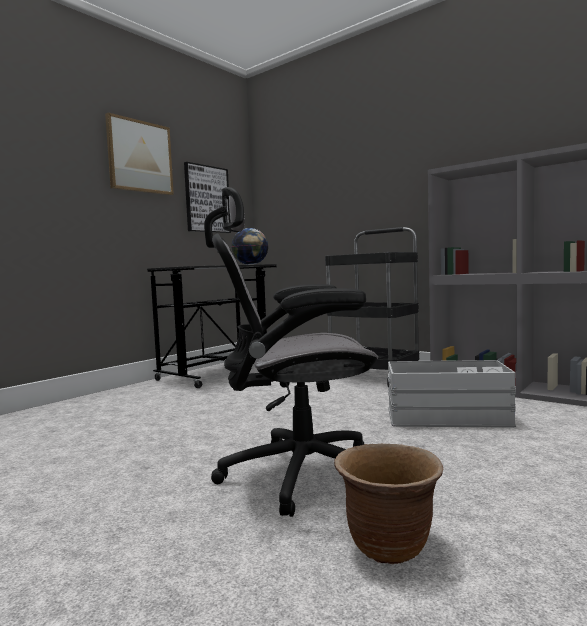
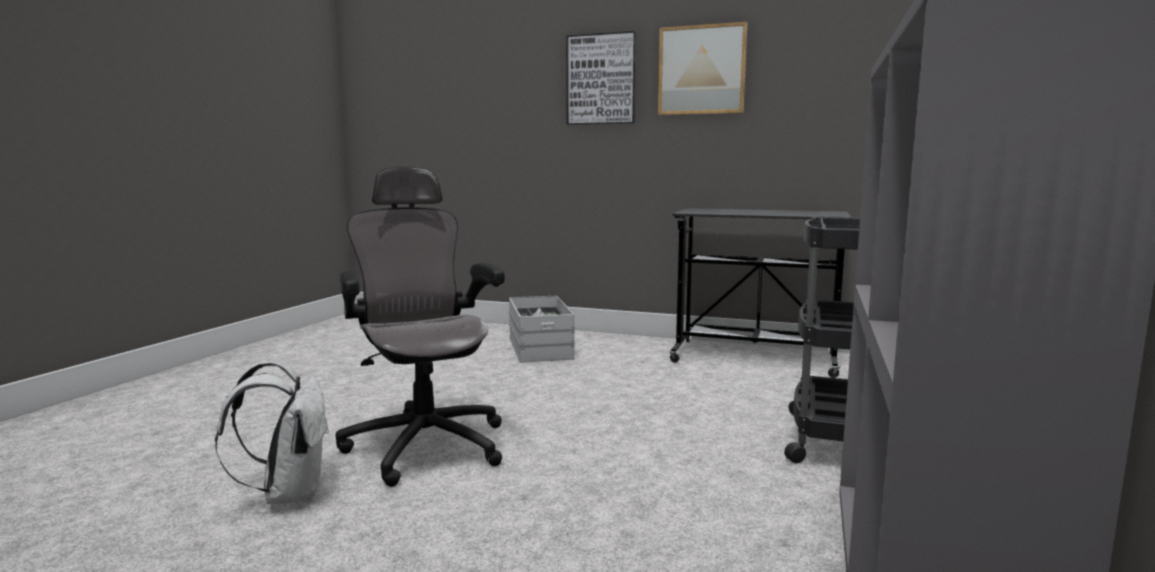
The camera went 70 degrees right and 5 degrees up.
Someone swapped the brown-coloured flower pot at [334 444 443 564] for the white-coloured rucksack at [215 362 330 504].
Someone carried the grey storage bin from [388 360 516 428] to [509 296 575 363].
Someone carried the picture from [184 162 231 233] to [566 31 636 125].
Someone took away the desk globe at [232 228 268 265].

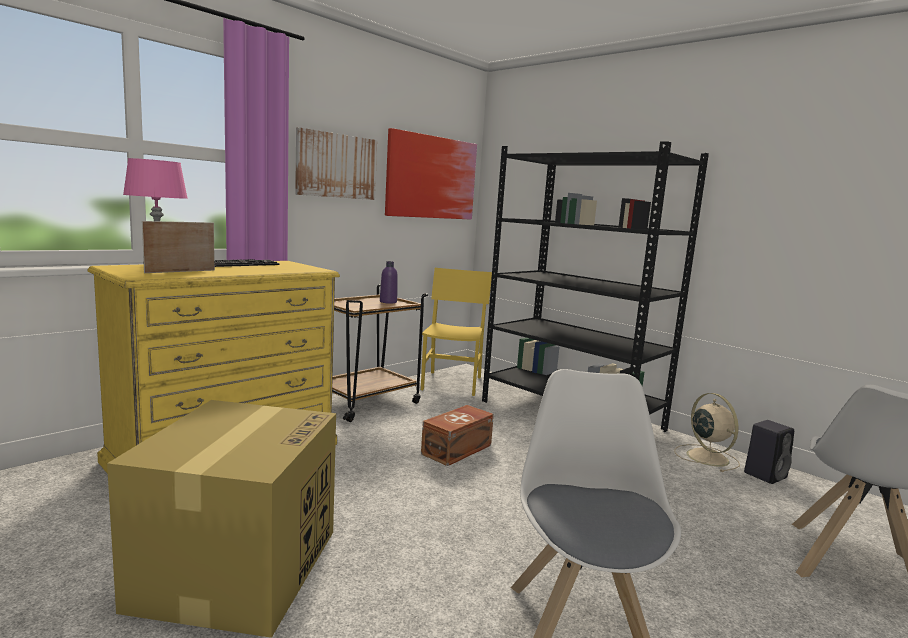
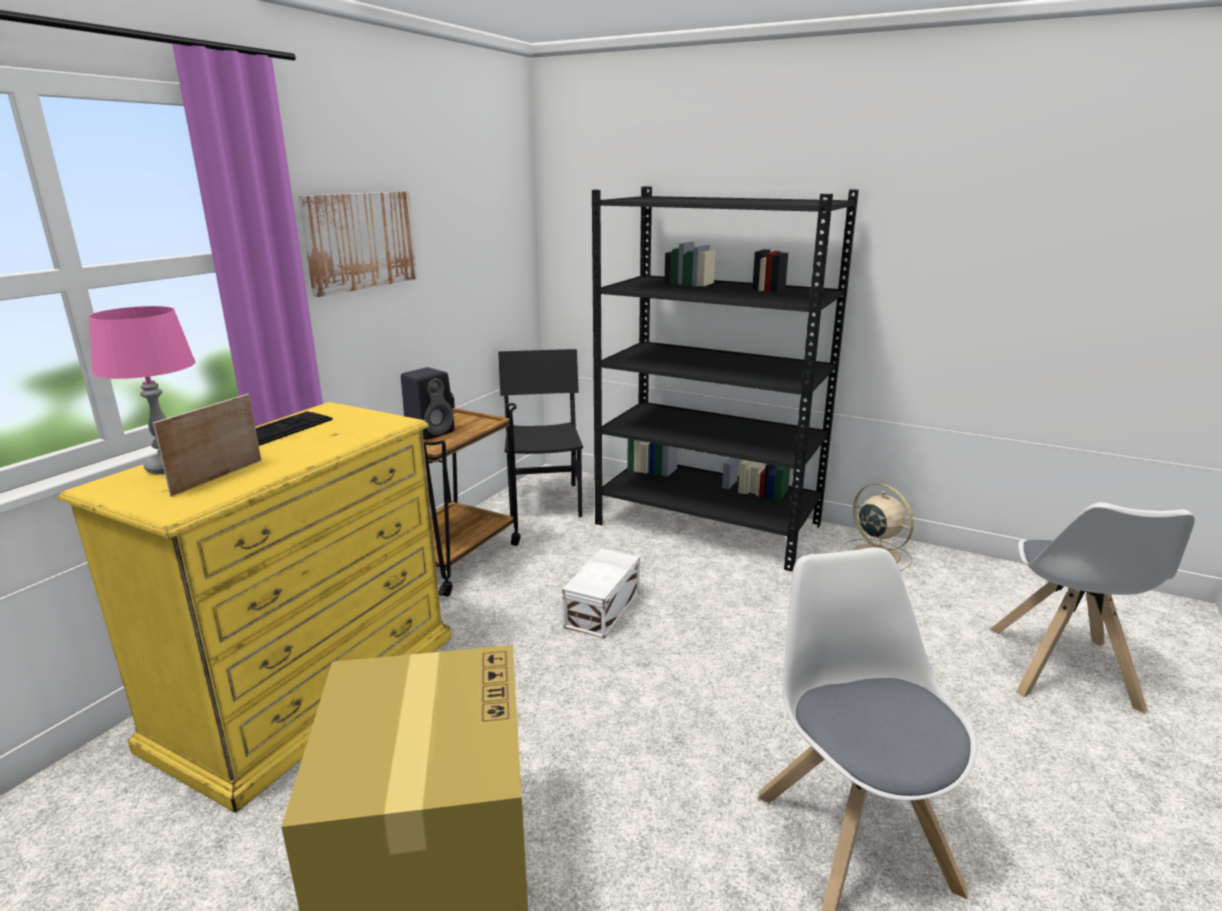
The camera went 15 degrees left and 10 degrees up.
Someone carried the black speaker from [744 420 794 484] to [401 367 455 440].
Someone repainted the yellow-coloured upright chair at [421 268 492 396], which became the black upright chair at [498 349 583 517].
Someone repainted the brown-coloured storage bin at [421 405 494 466], which became the white-coloured storage bin at [563 548 640 639].
Someone took away the purplish drink bottle at [380 261 398 304].
Someone took away the picture at [385 128 477 220].

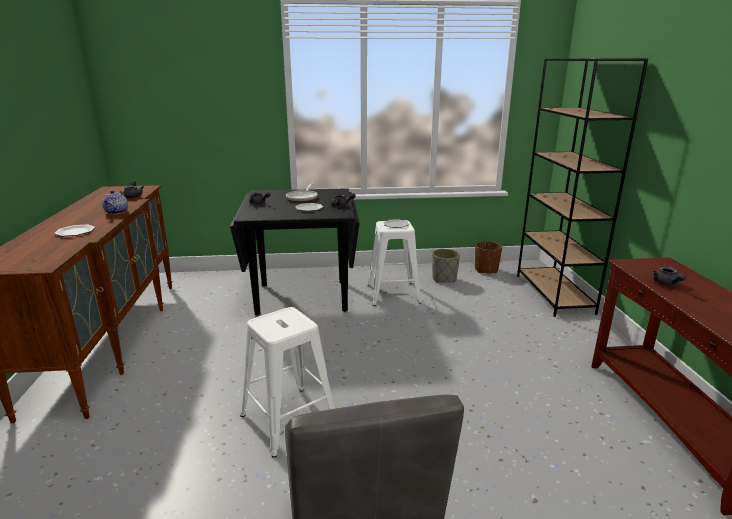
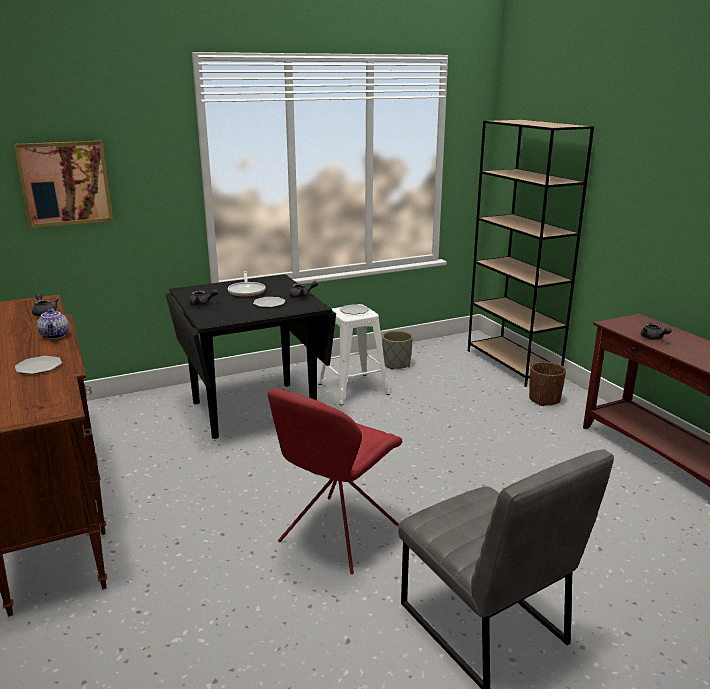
The camera went 20 degrees left and 0 degrees up.
Someone put up the picture at [14 141 113 228].
Someone swapped the white-coloured sitting stool at [240 307 335 458] for the red-coloured upright chair at [268 389 402 574].
Someone carried the brown-coloured flower pot from [475 241 502 273] to [529 362 566 406].

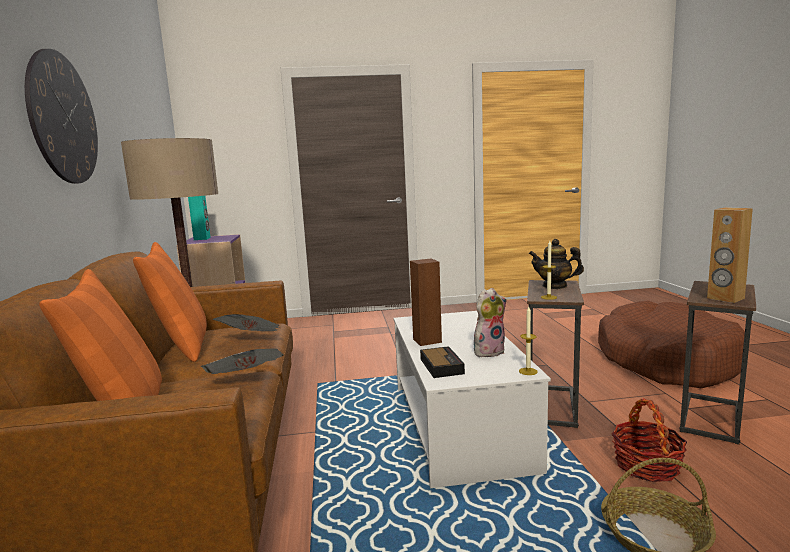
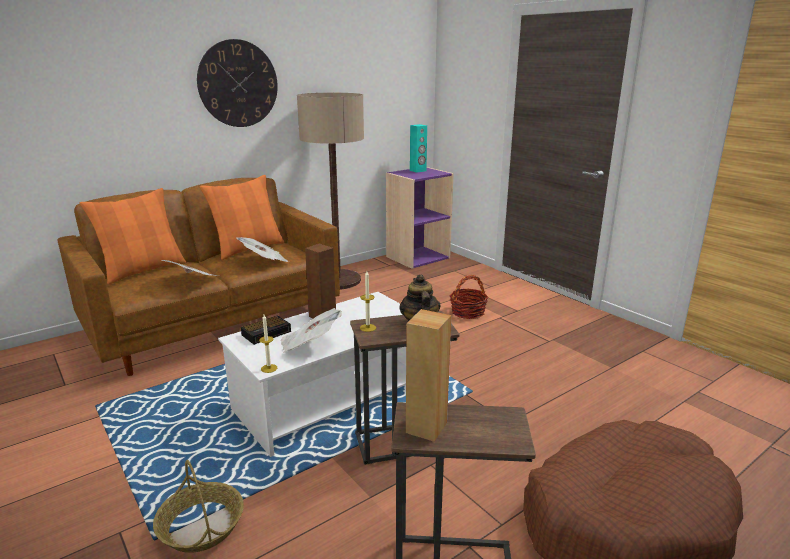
The camera went 60 degrees right and 10 degrees up.
Someone swapped the soft toy at [474 288 507 357] for the newspaper at [281 308 342 353].
Someone carried the basket from [612 398 687 482] to [450 275 489 319].

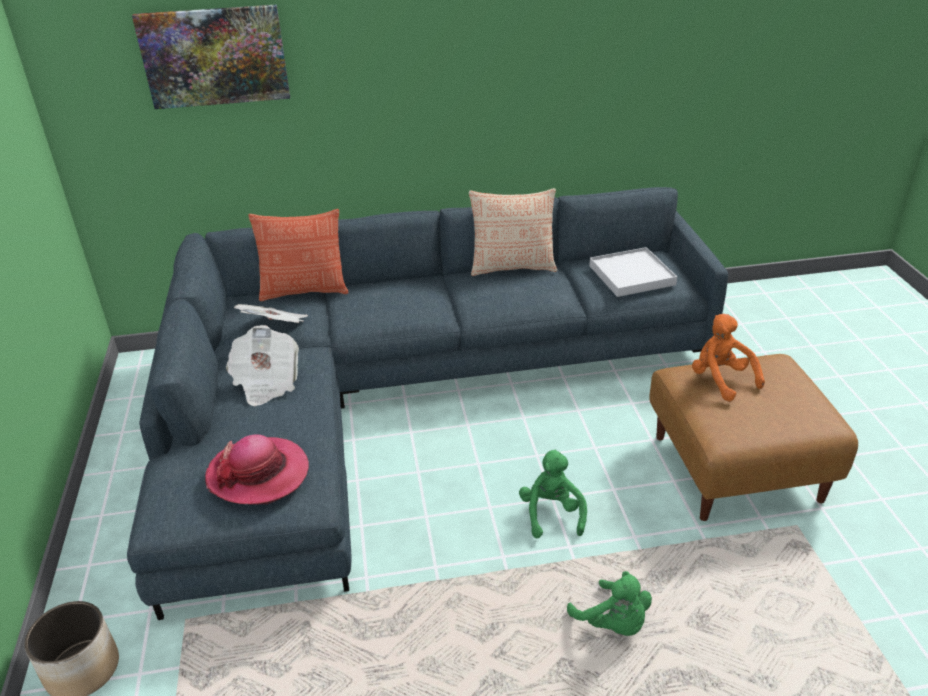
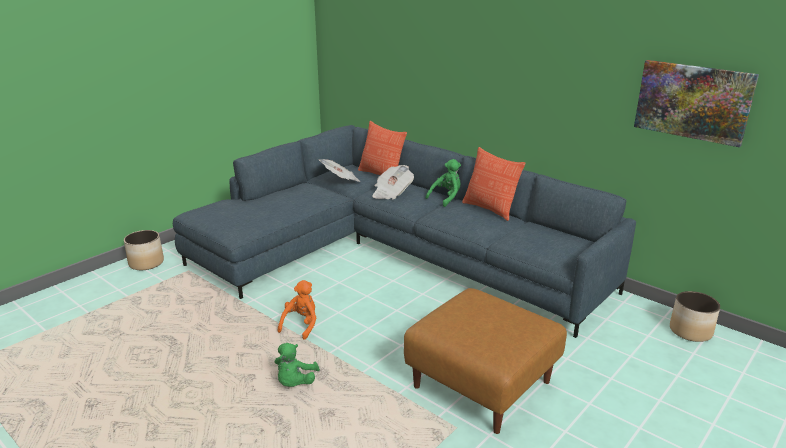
The camera went 50 degrees right and 10 degrees down.
Someone carried the orangey soft toy from [692 314 765 402] to [278 280 316 340].
Someone carried the newspaper from [226 325 299 406] to [372 165 414 199].
Someone carried the green soft toy from [519 450 587 538] to [425 159 461 207].
Someone repainted the sand-coloured pillow at [469 188 557 276], which became the orangey pillow at [462 147 525 221].
Someone carried the picture from [132 4 290 109] to [634 60 759 147].
Someone put down the flower pot at [670 291 720 342].
Someone took away the hat at [205 434 309 504].
Someone took away the white-coloured serving tray at [589 247 677 297].

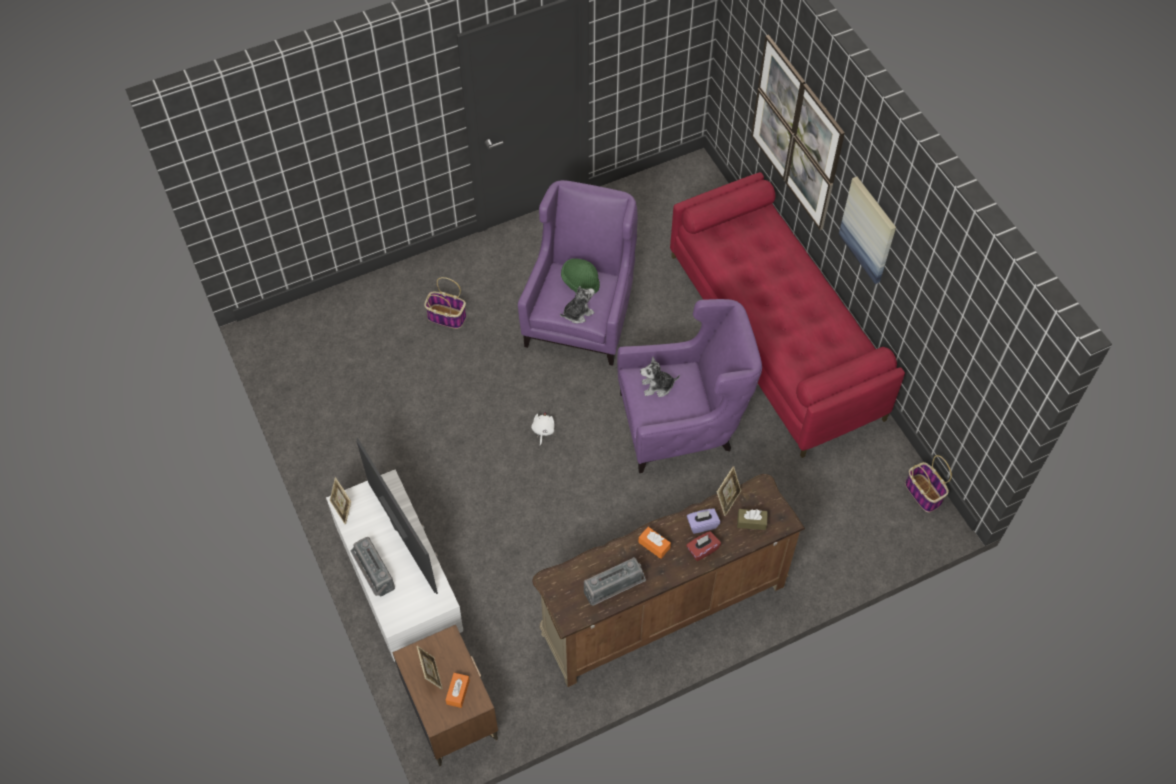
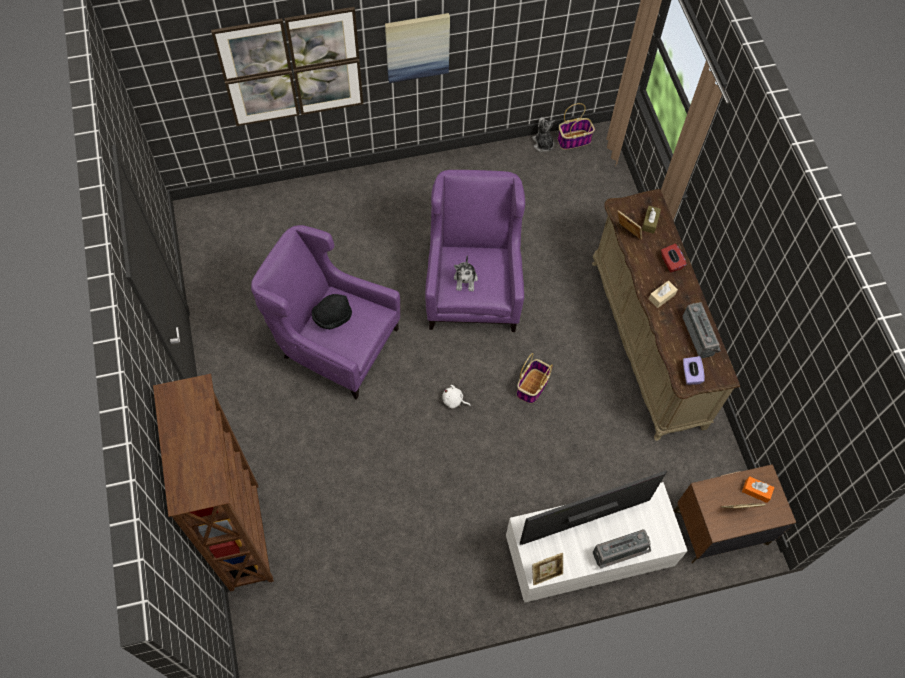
The camera went 80 degrees left and 5 degrees up.
Someone put down the brown-coloured bookshelf at [153 374 274 592].
Someone repainted the green hat at [561 259 600 294], which became the black hat at [312 294 352 329].
Someone carried the basket from [424 277 466 329] to [517 353 553 403].
Someone carried the soft toy from [560 286 595 324] to [532 117 555 152].
Someone repainted the orangey tissue box at [638 527 671 559], which became the sand-coloured tissue box at [649 280 678 308].
Someone carried the purplish tissue box from [687 509 720 534] to [683 356 705 385].
Someone took away the red-coloured sofa at [670 172 905 458].

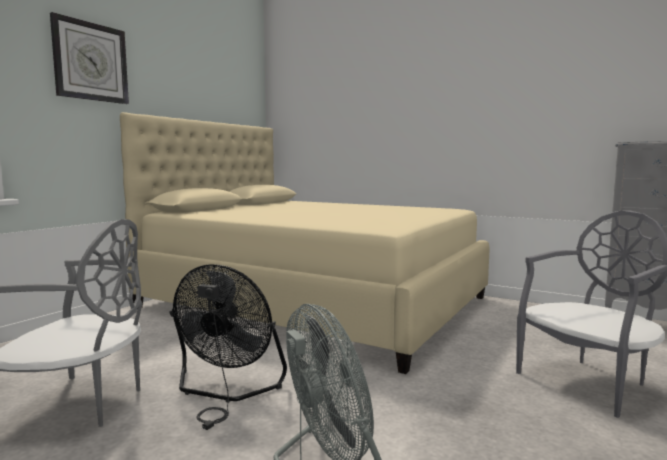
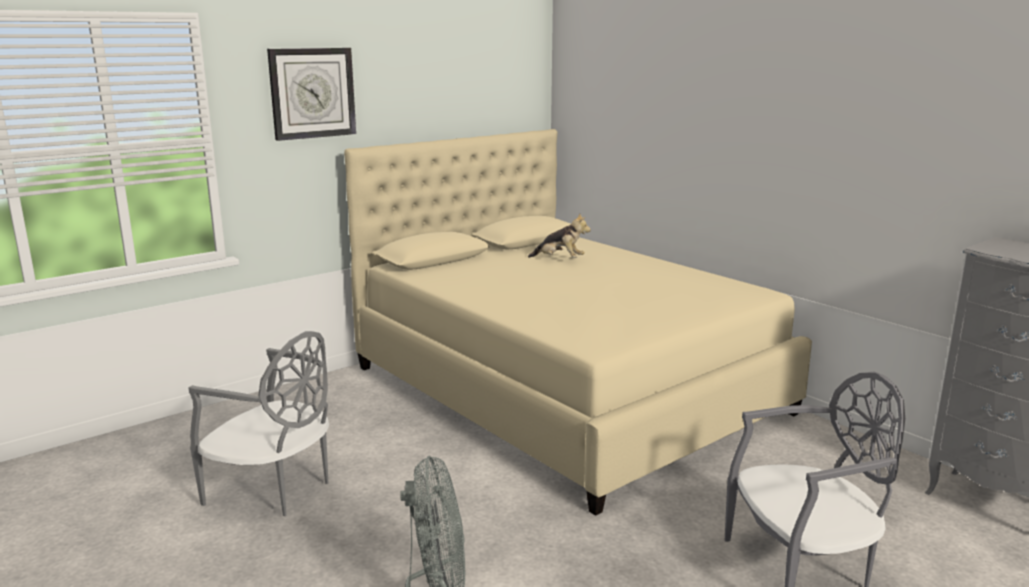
The camera went 20 degrees right and 10 degrees up.
Someone put down the soft toy at [528 213 591 258].
Someone took away the black cooling fan at [169 264 287 430].

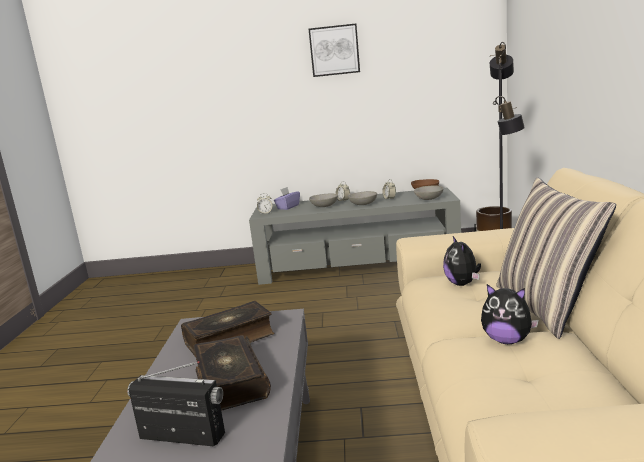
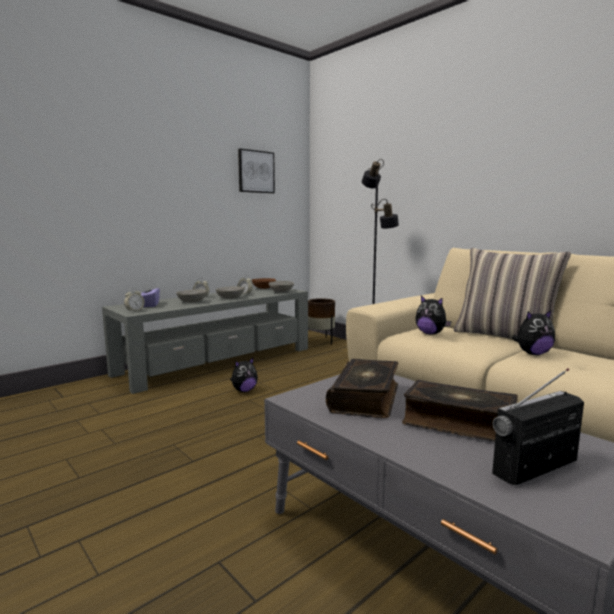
The camera went 45 degrees left and 5 degrees down.
Someone put down the soft toy at [230 358 258 392].
Someone carried the picture from [309 23 360 77] to [238 148 275 193].

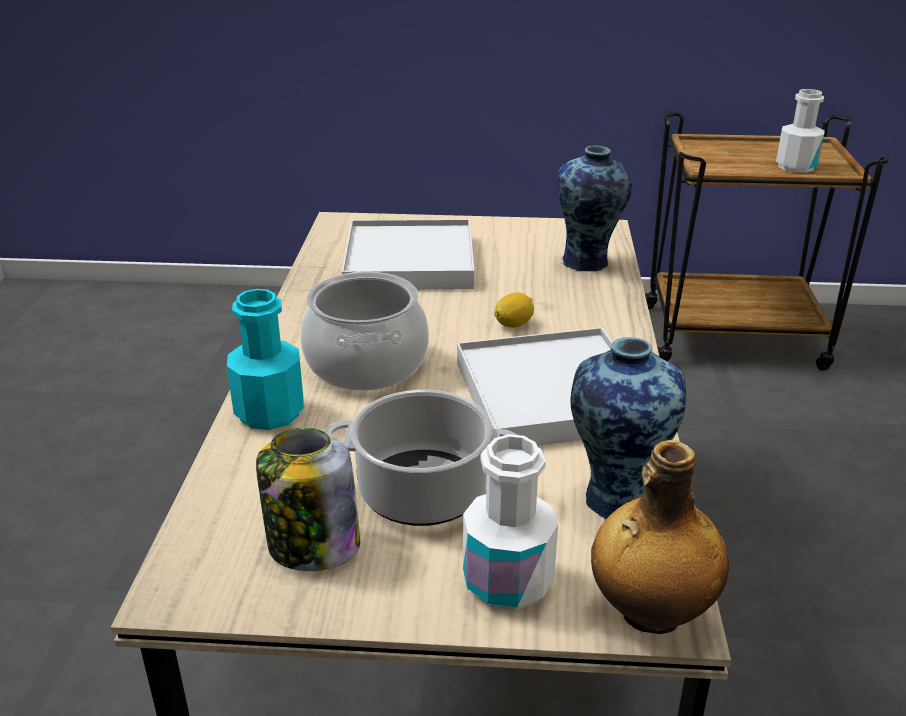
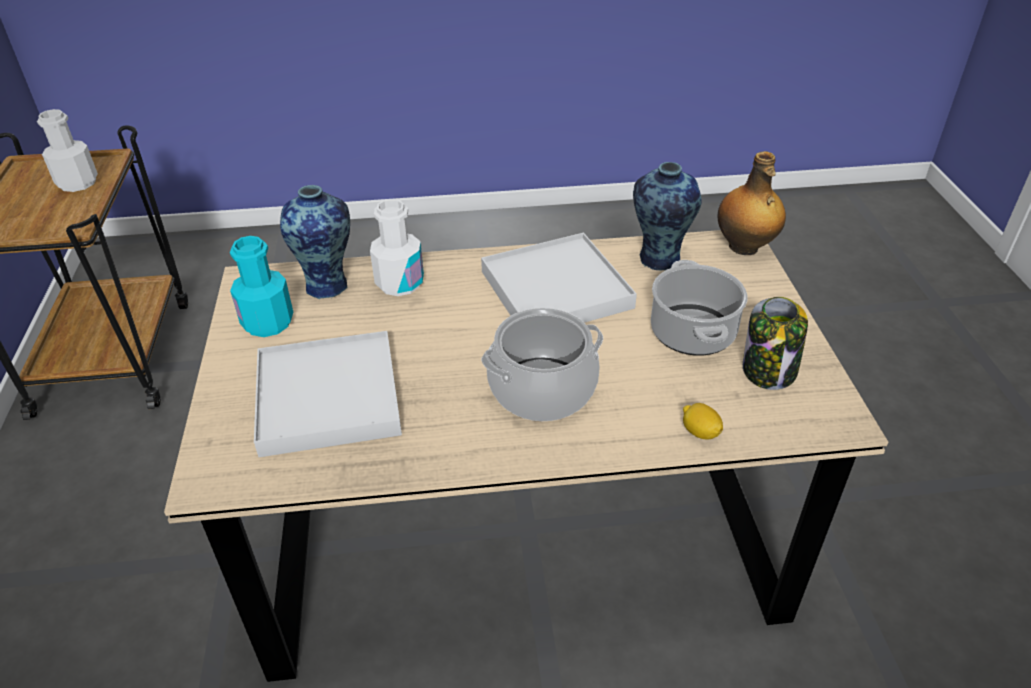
The camera went 100 degrees left and 10 degrees up.
Someone carried the turquoise drink bottle from [227 289 304 430] to [230 236 293 337].
Someone carried the white-coloured drink bottle from [463 434 558 611] to [370 199 424 296].
Someone carried the whole lemon from [495 292 534 328] to [683 403 723 440].

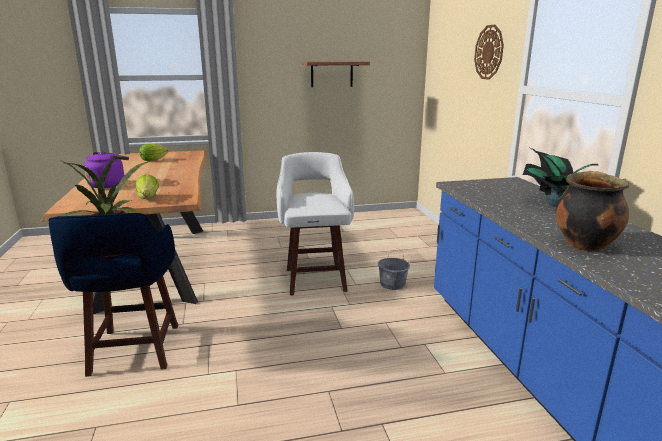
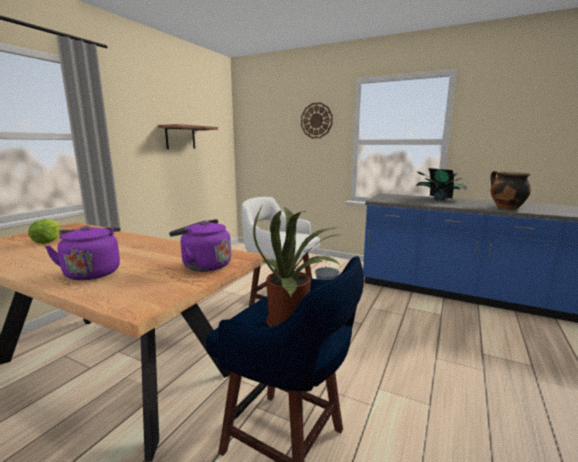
The camera went 50 degrees left and 5 degrees down.
Someone swapped the lettuce head at [136 174 159 199] for the purplish tea kettle at [169 219 231 272].

